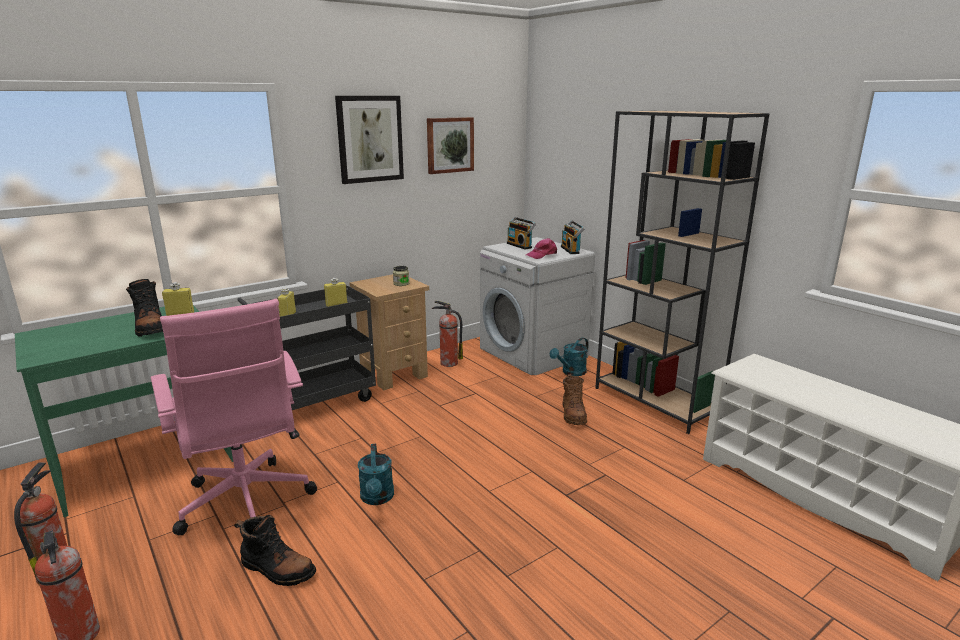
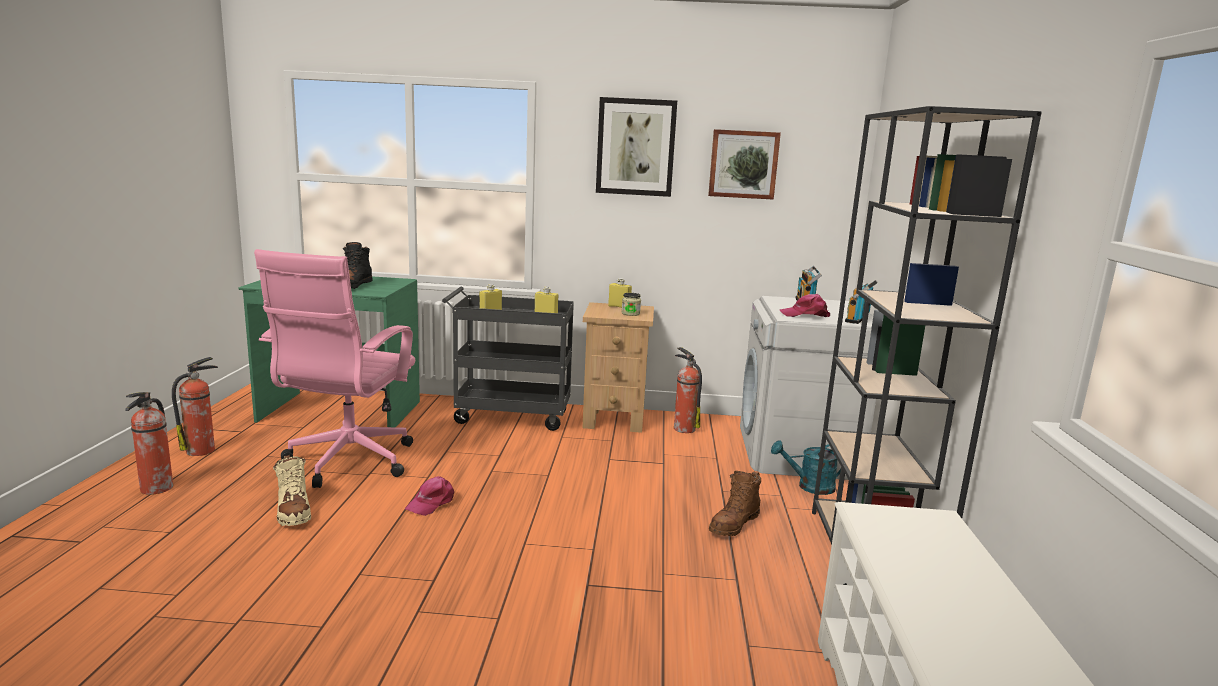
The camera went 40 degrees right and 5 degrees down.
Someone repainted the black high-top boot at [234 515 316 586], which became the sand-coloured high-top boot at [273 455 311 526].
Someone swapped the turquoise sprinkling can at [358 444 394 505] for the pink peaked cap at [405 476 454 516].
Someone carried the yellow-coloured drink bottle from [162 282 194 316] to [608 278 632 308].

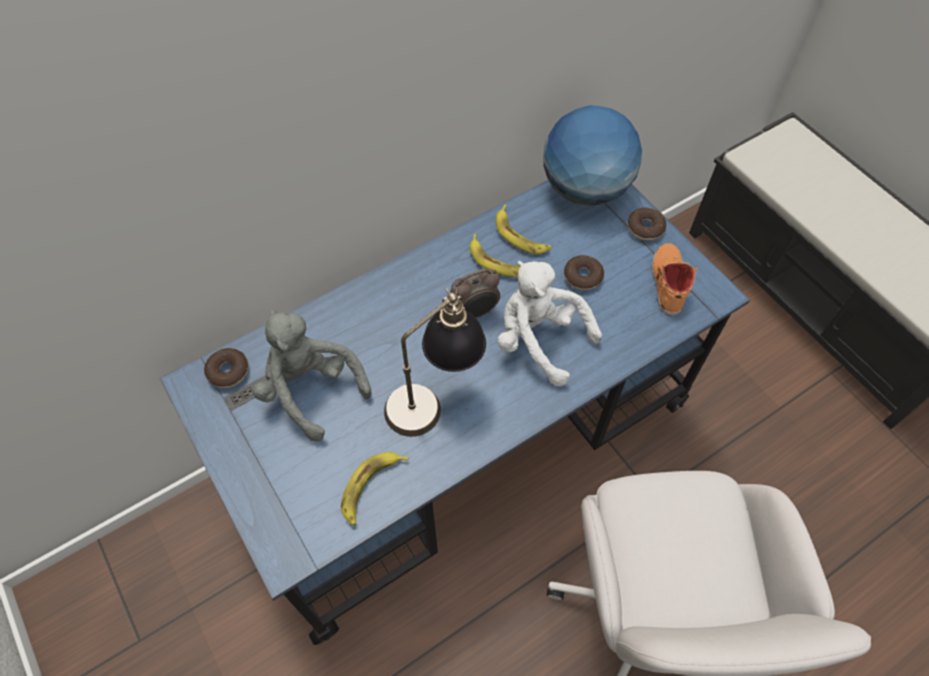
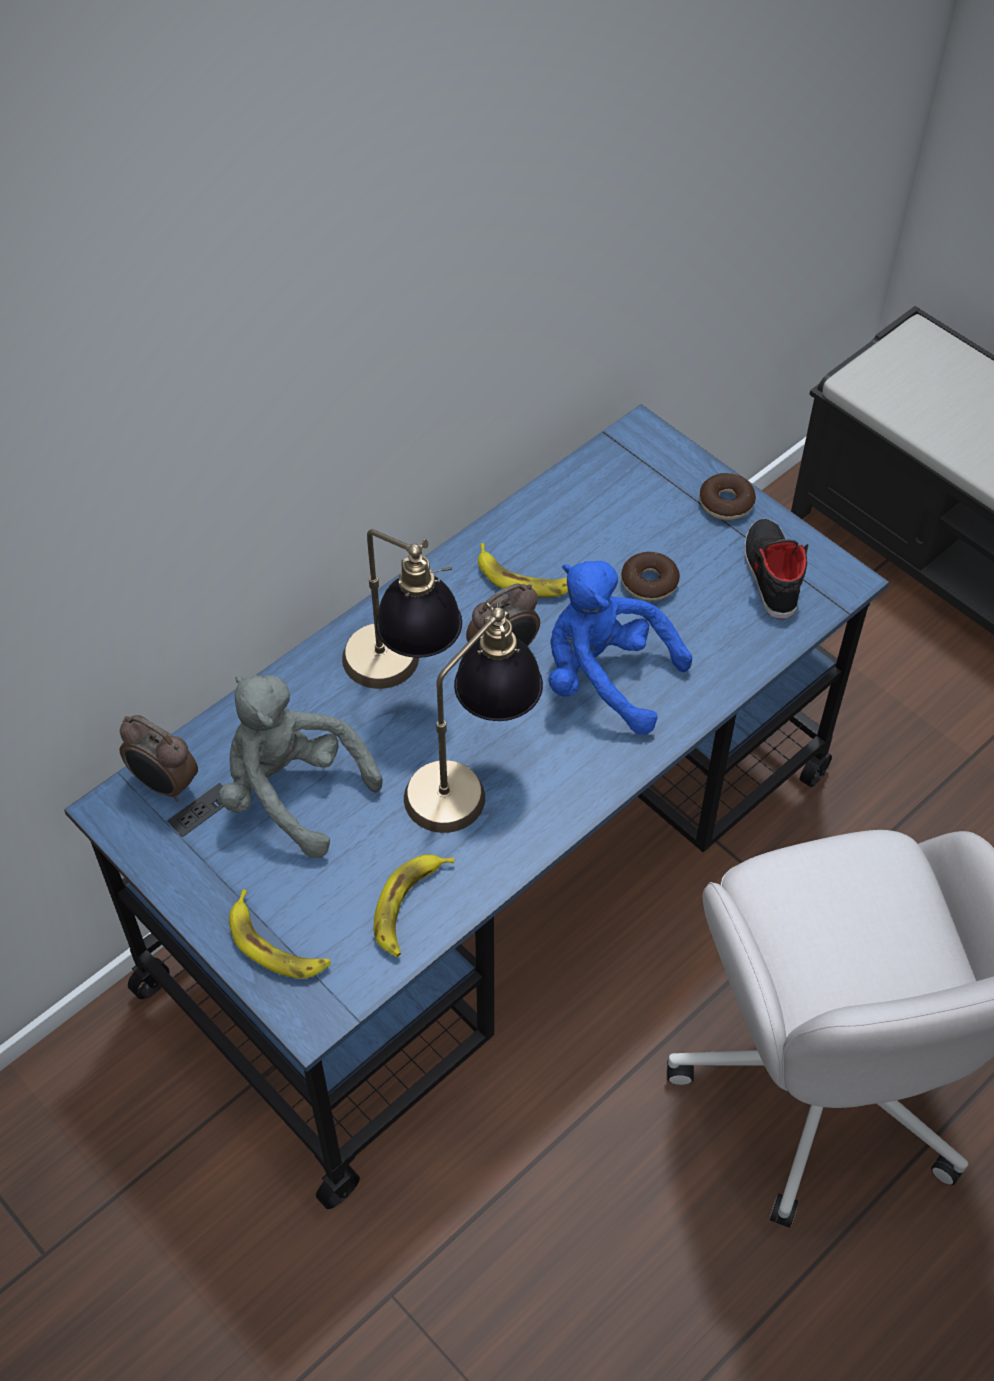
The camera went 10 degrees left and 5 degrees down.
Someone swapped the doughnut at [204 348 249 388] for the alarm clock at [119 715 198 802].
Someone carried the whole banana from [496 204 552 254] to [229 889 331 978].
Someone put down the lamp for a table at [342 529 462 689].
Someone repainted the white-coloured soft toy at [497 261 602 386], which became the blue soft toy at [549 561 692 735].
Someone repainted the orangey shoe at [652 243 698 316], which became the black shoe at [744 519 808 619].
Someone took away the desk globe at [543 106 642 206].

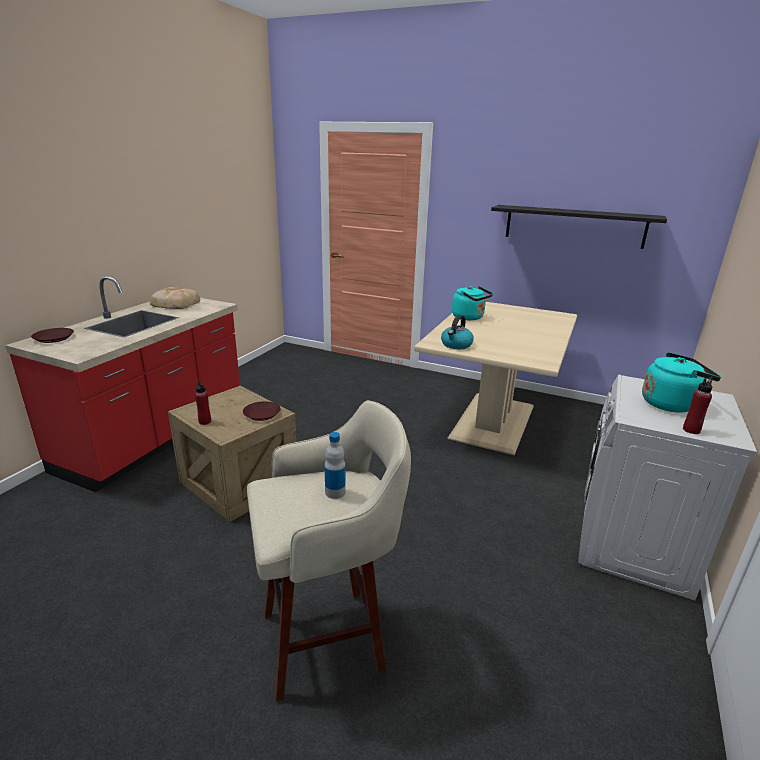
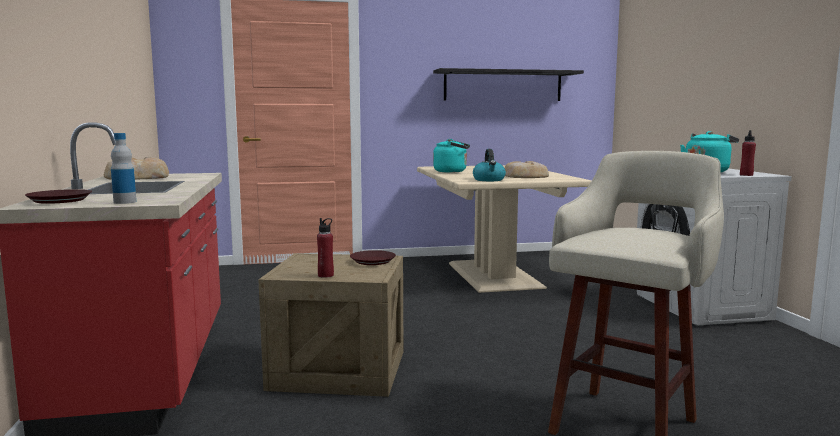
The camera went 35 degrees left and 15 degrees down.
Someone carried the drink bottle from [325 432 345 499] to [111 133 137 204].
Someone put down the bakery bread at [504 161 549 178].

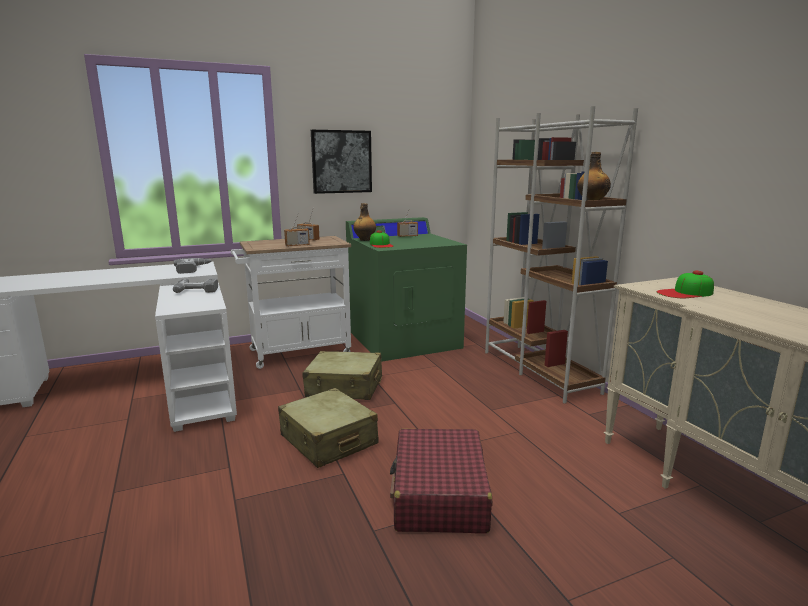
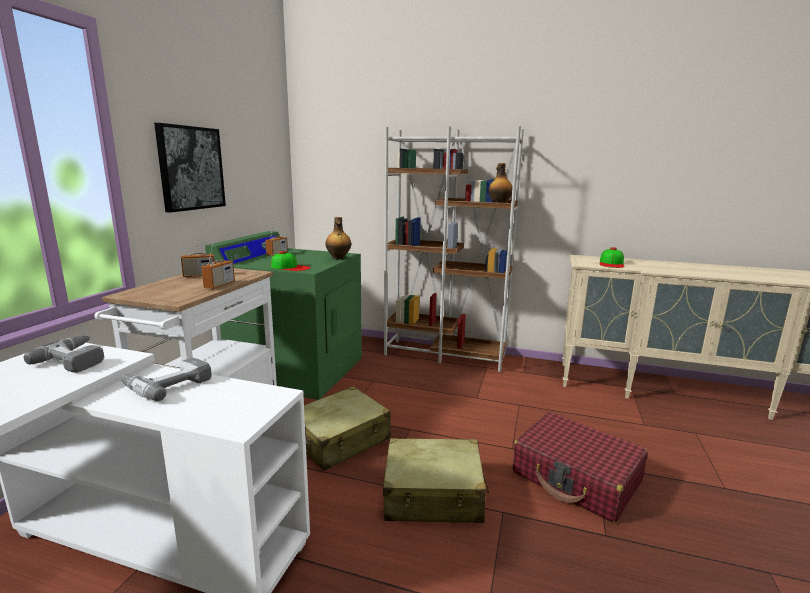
The camera went 50 degrees left and 0 degrees up.
Someone carried the drink bottle from [353 203 376 241] to [325 217 351 259].

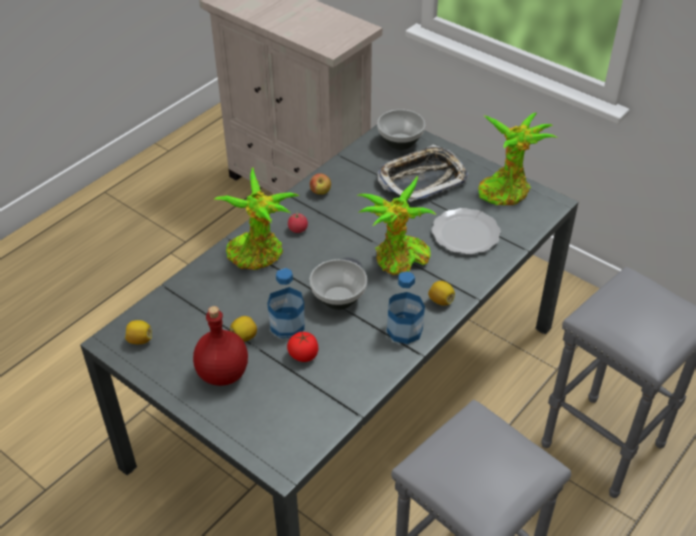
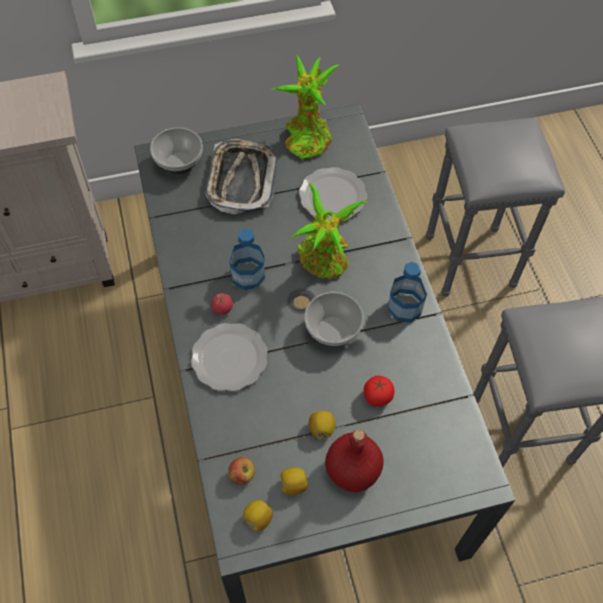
The camera went 55 degrees left and 15 degrees up.
Someone swapped the potted plant at [214 167 299 270] for the flat dish at [191 323 267 391].
Someone carried the apple fruit from [310 173 331 195] to [228 457 255 485].
Someone carried the drink bottle from [267 268 305 338] to [230 229 265 290].
Someone carried the whole lemon from [428 281 455 306] to [281 467 309 496].

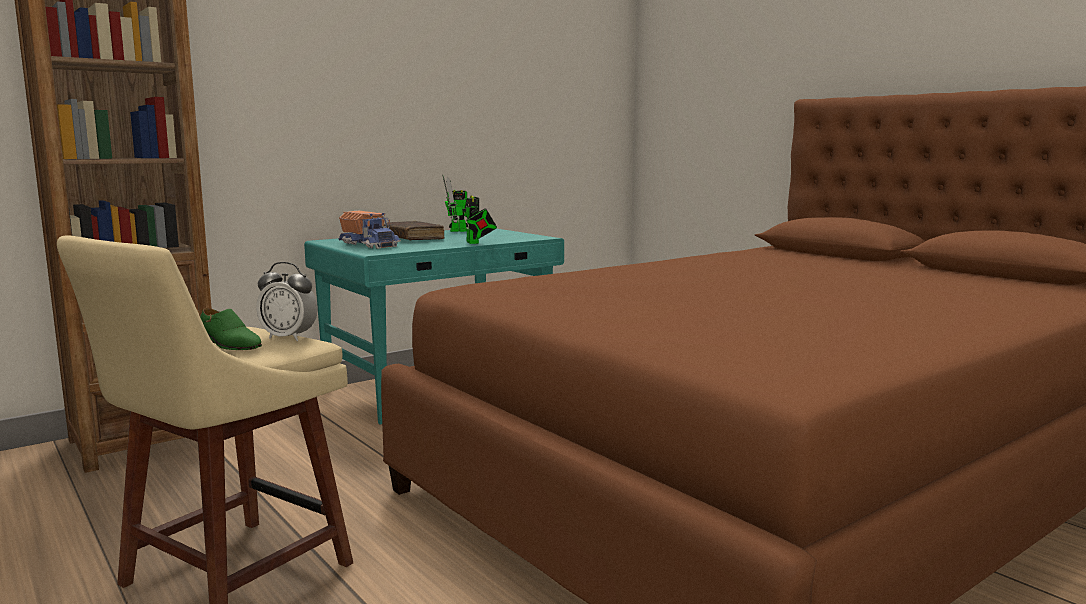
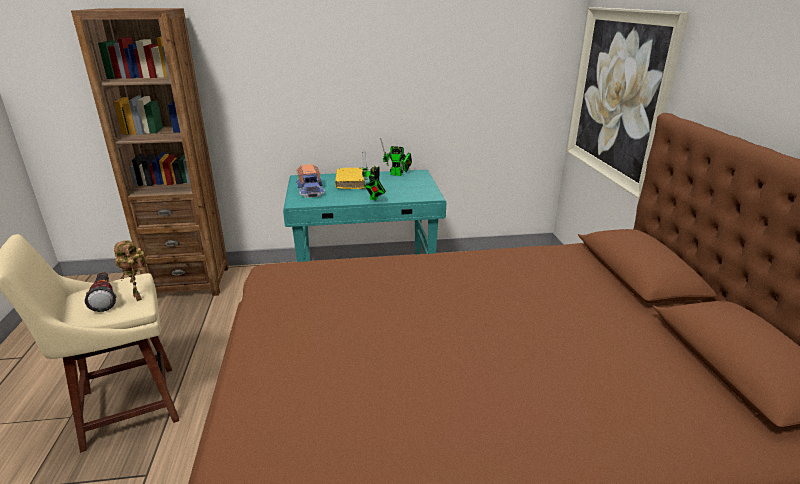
The camera went 30 degrees right and 15 degrees up.
Someone swapped the green shoe at [200 308 262 350] for the torch at [84 272 117 312].
Someone swapped the alarm clock at [256 262 318 341] for the robot figure at [114 240 147 301].
Someone repainted the brown-coloured book at [384 221 445 241], which became the yellow-coloured book at [335 168 365 189].
Someone put up the picture at [567 7 689 199].

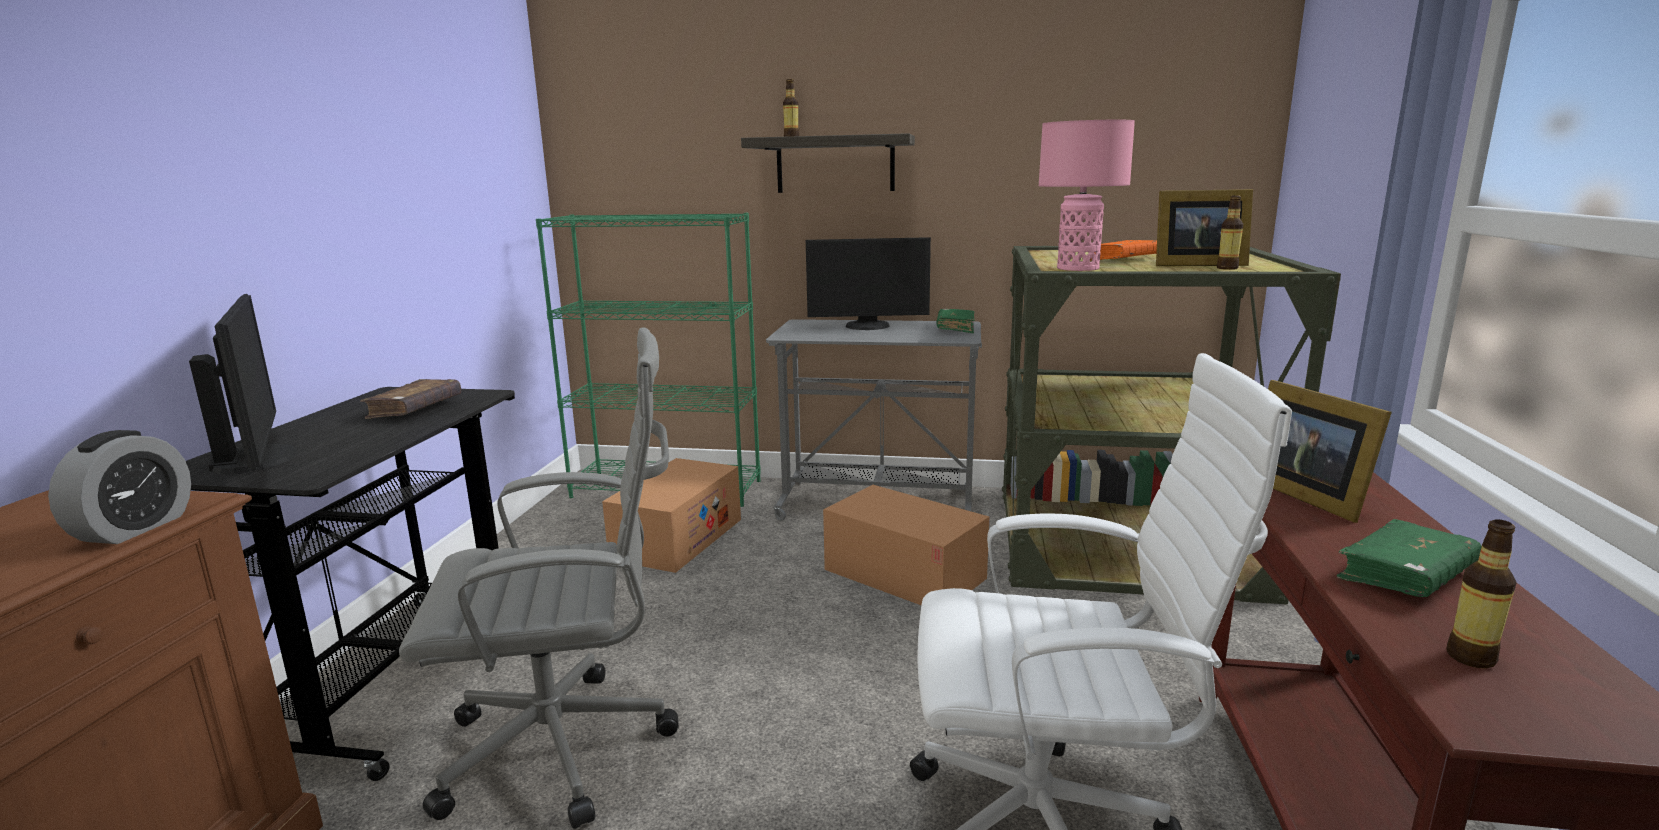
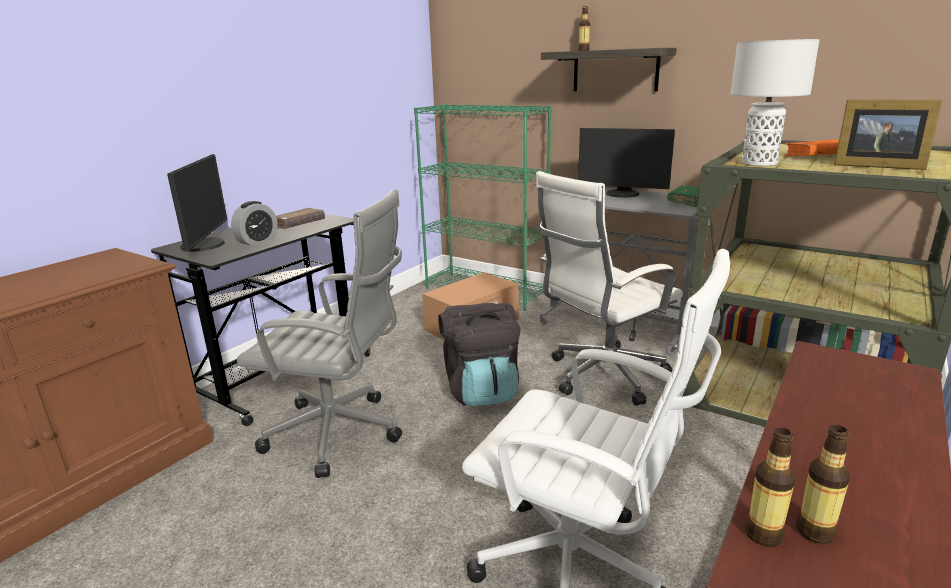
The camera went 25 degrees right and 5 degrees up.
Someone carried the alarm clock from [48 430 191 544] to [231 201 278 245].
Someone put down the black rucksack at [438 303 521 406].
Someone swapped the carton at [823 485 989 605] for the white-coloured office chair at [536 171 683 406].
Someone repainted the pink lamp for a table at [1039 120 1135 271], which became the white-coloured lamp for a table at [730 39 820 166].
Someone carried the drink bottle from [1217 195 1243 270] to [745 428 795 547].
Someone took away the standing frame at [1268 380 1392 523].
Someone took away the green book at [1337 519 1482 597].

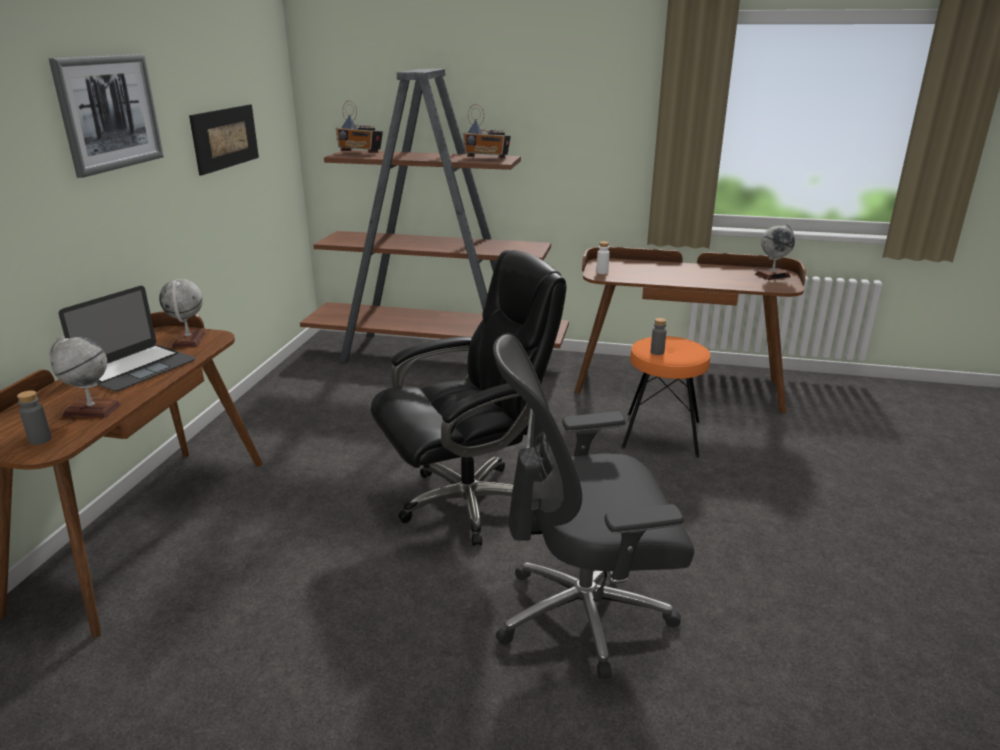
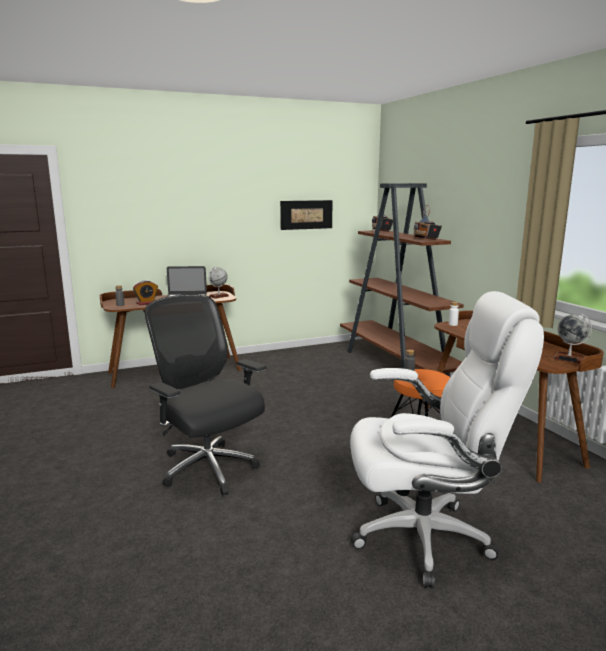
The camera went 55 degrees right and 10 degrees down.
Someone swapped the desk globe at [49 336 121 418] for the alarm clock at [133 280 158 305].
Someone put down the white-coloured office chair at [350 291 544 589].
Someone took away the picture at [49 54 164 178].
Someone took away the black office chair at [371 250 566 546].

